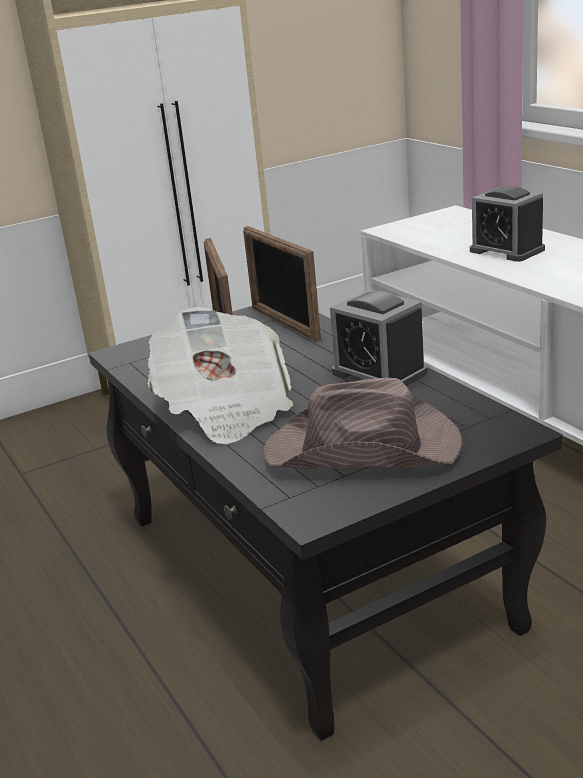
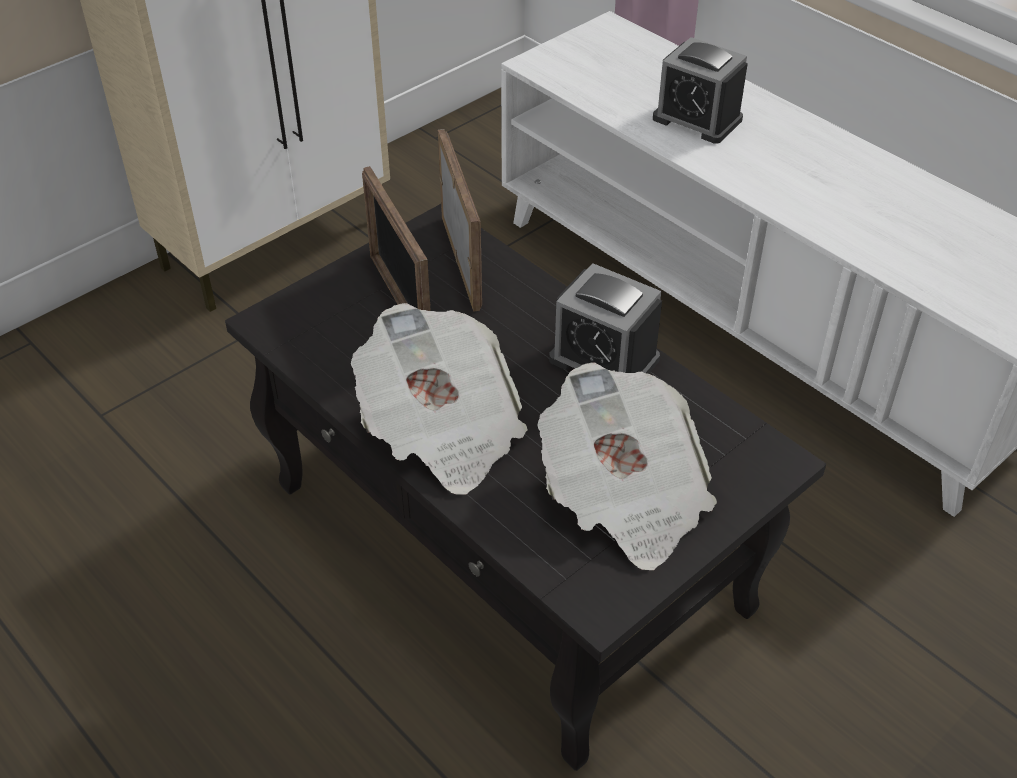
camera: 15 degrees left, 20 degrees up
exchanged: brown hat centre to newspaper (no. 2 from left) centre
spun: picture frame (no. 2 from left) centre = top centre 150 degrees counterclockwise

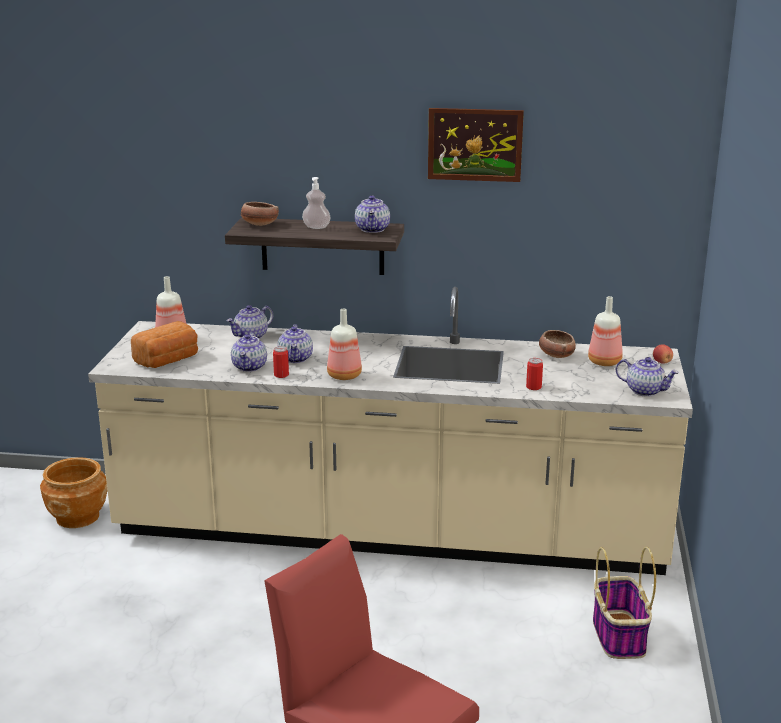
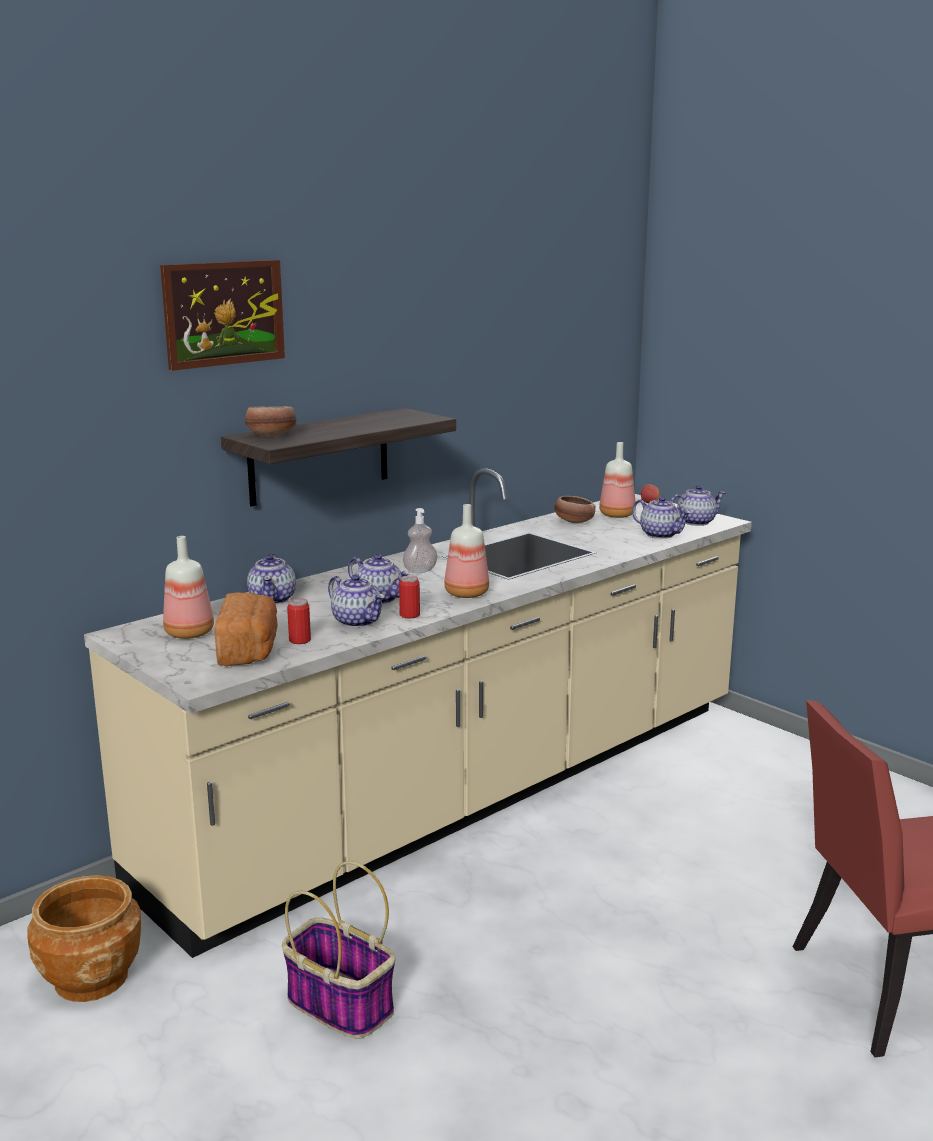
camera: 50 degrees left, 5 degrees down
relocated: soap dispenser top centre to centre; teapot (no. 4 from left) top centre to middle right; picture top centre to top left; can (no. 2 from left in the first image) middle right to can (no. 1 from left) middle left; basket bottom right to bottom centre

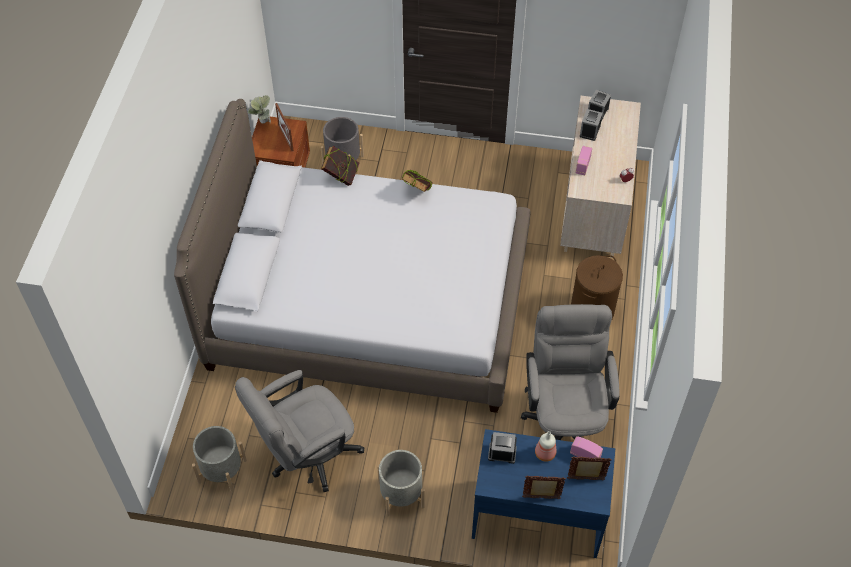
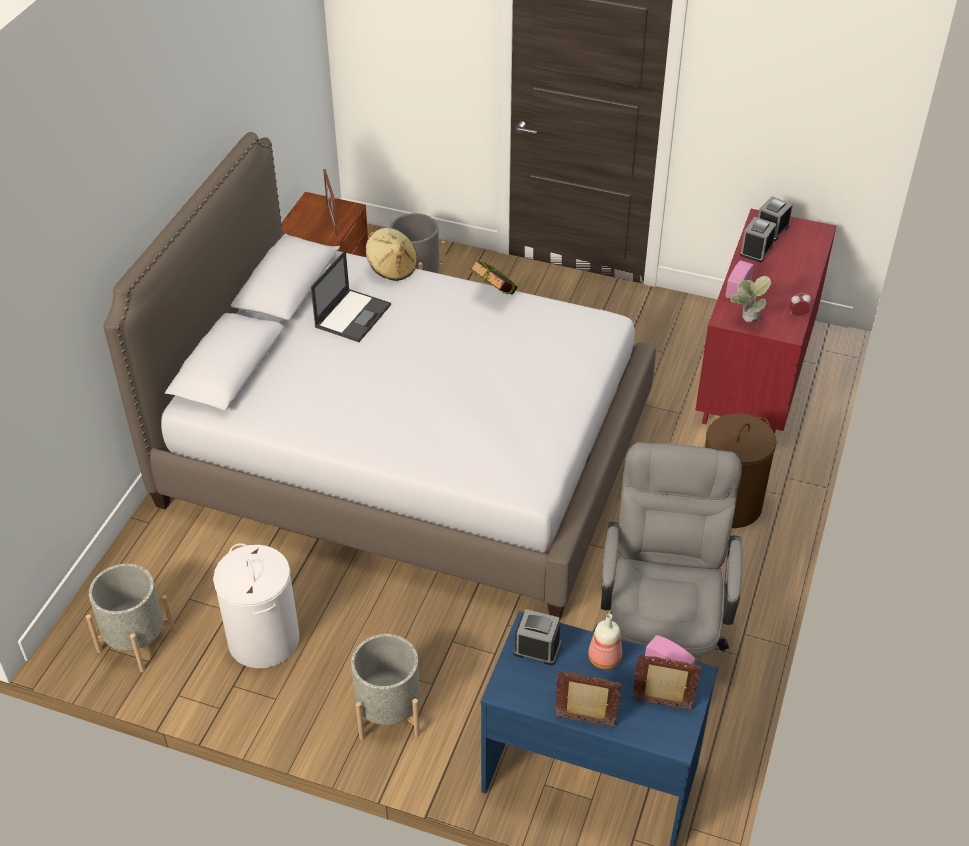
camera: 10 degrees right, 10 degrees down
appeared: laptop centre
relocated: potted plant top left to middle right
exchanged: grey office chair (no. 1 from left) bottom centre to white laundry basket bottom left; book (no. 1 from left) top centre to beige hat top centre
colour: beige dresser top right to red dresser middle right

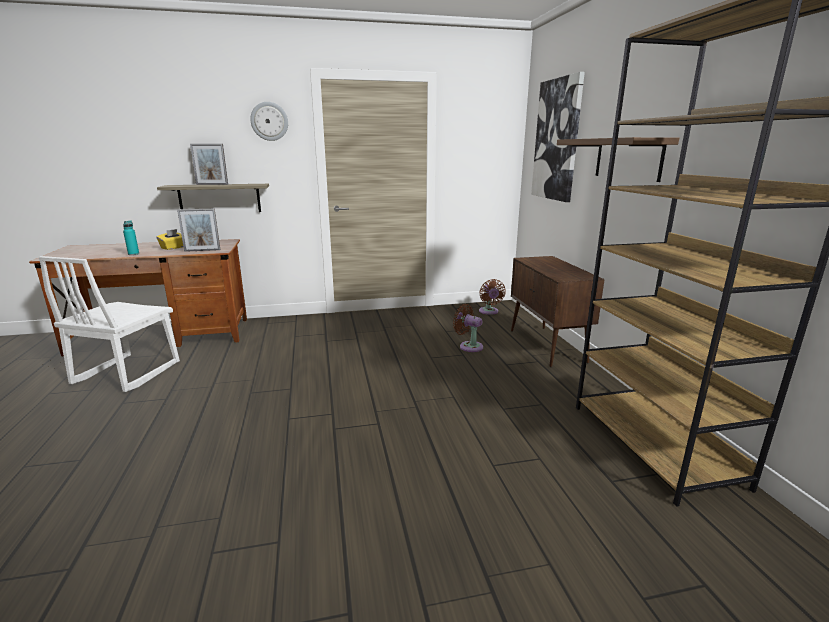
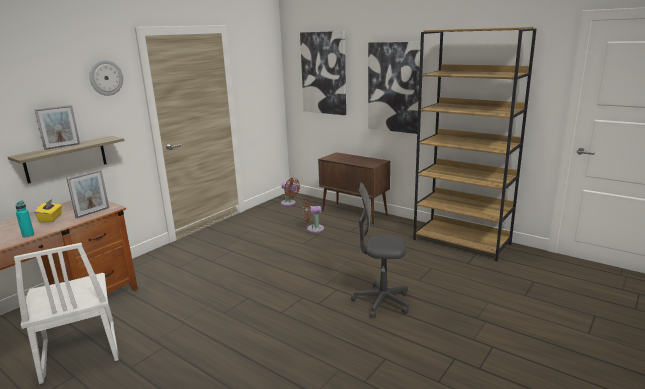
camera: 40 degrees left, 0 degrees up
appeared: grey office chair centre
exchanged: shelf (no. 2 from left) top right to picture (no. 2 from left) top centre

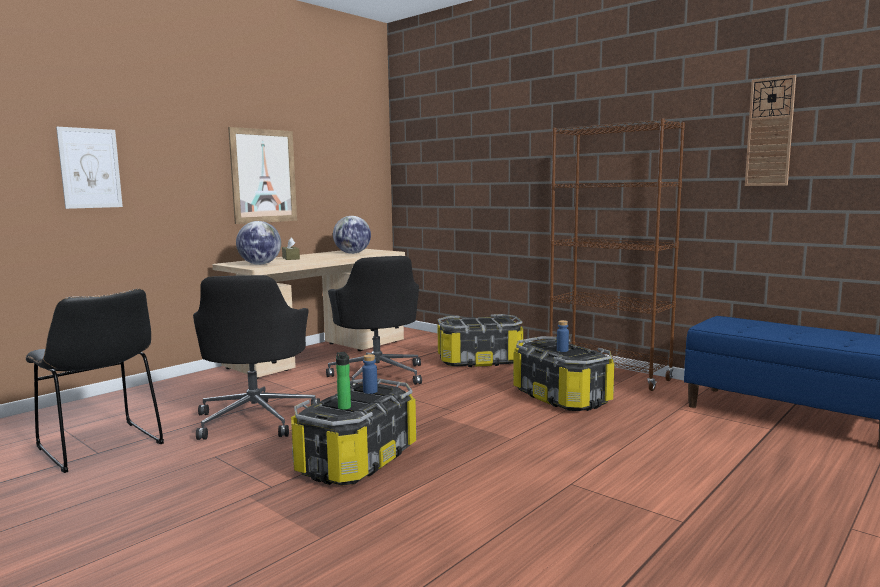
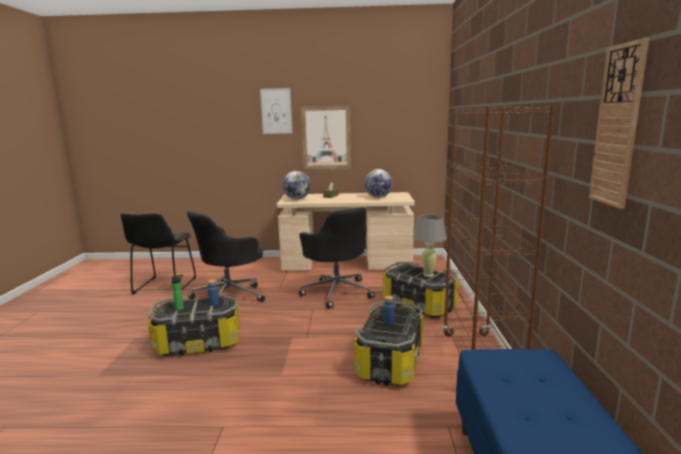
camera: 50 degrees right, 5 degrees up
appeared: grey table lamp centre
relocated: picture (no. 1 from left) top left to top centre
spun: black office chair (no. 2 from left) centre = centre 60 degrees counterclockwise

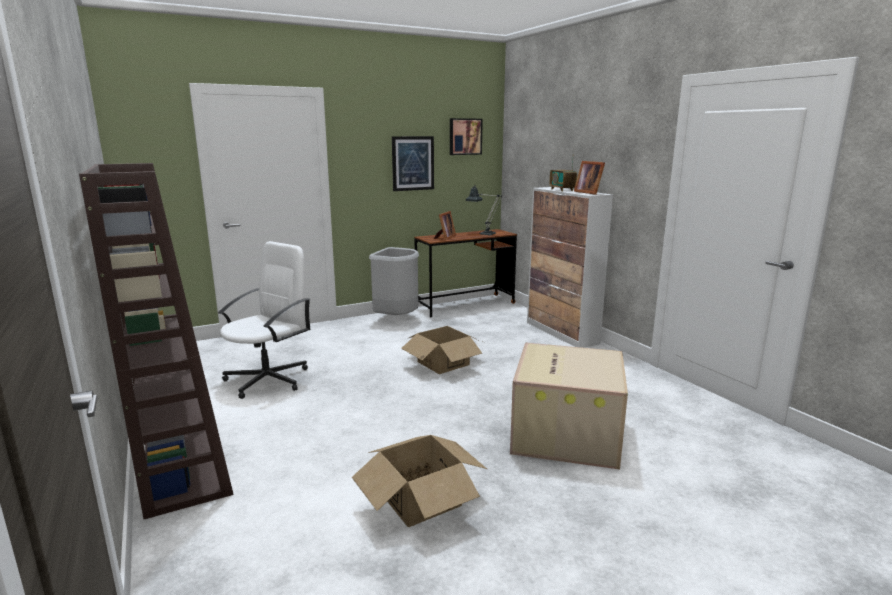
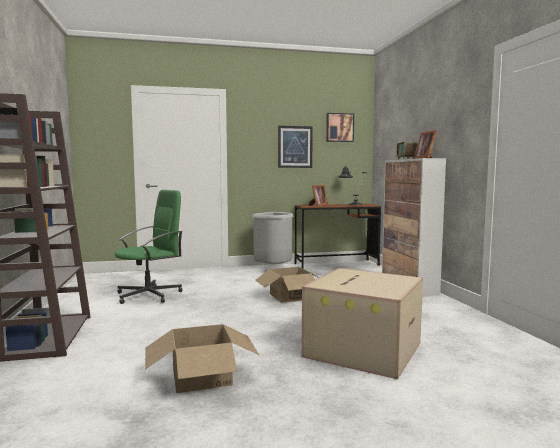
camera: 15 degrees right, 10 degrees down
colour: white office chair middle left to green office chair middle left

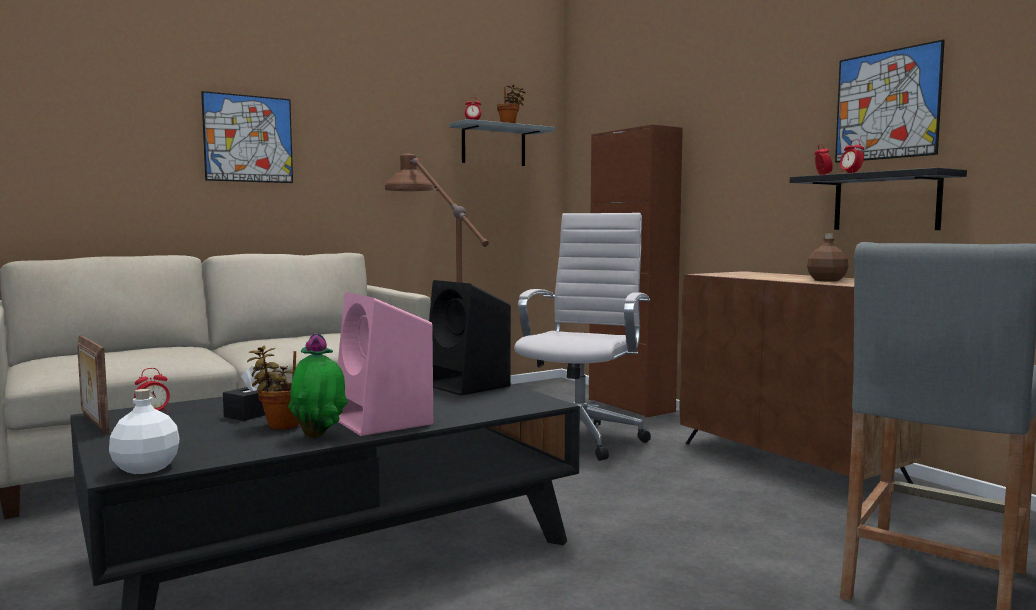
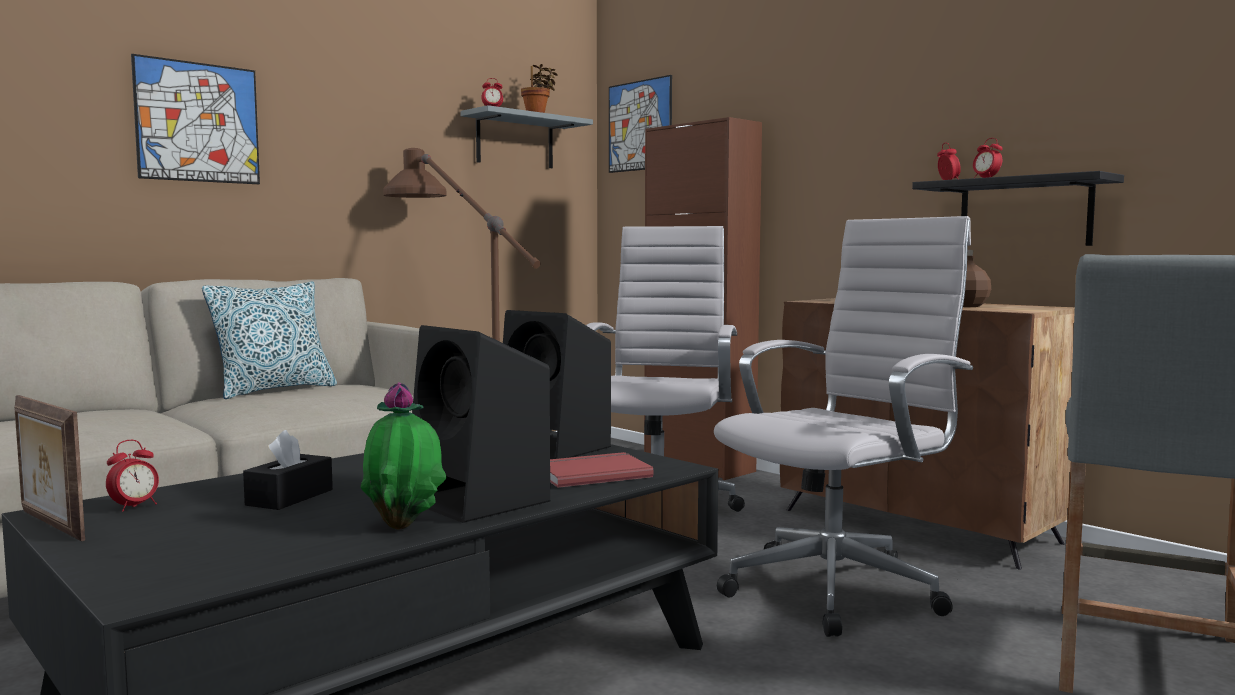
camera: 10 degrees left, 0 degrees up
missing: white bottle bottom left; potted plant (no. 1 from left) middle left
appeared: pillow middle left; red book bottom centre; white office chair (no. 2 from left) middle right
relocated: picture (no. 2 from left) top right to top centre
colour: pink speaker centre to black speaker (no. 1 from left) centre

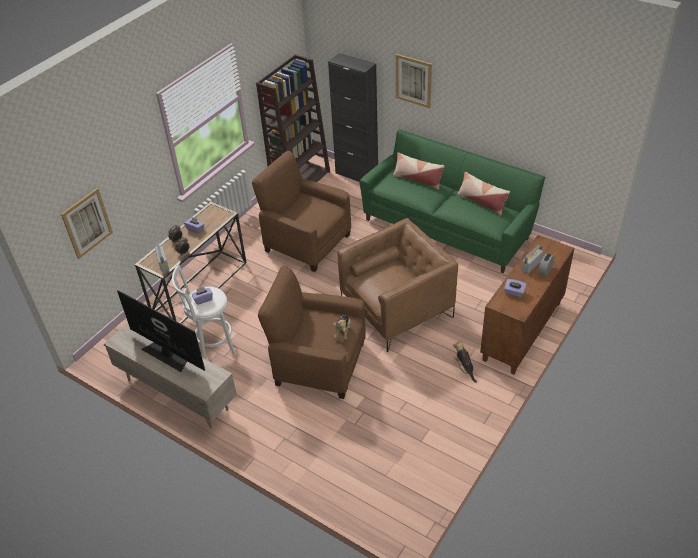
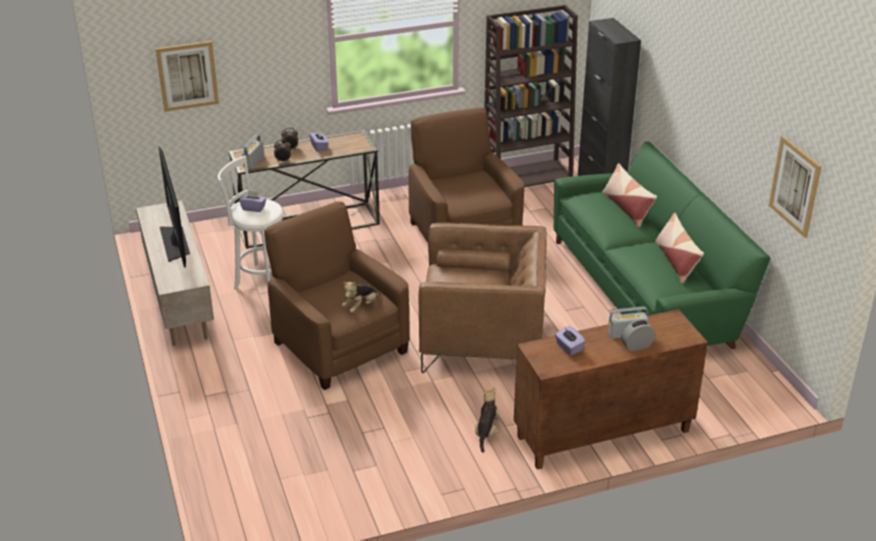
camera: 35 degrees right, 10 degrees down
relocated: picture (no. 2 from left) top centre to middle right

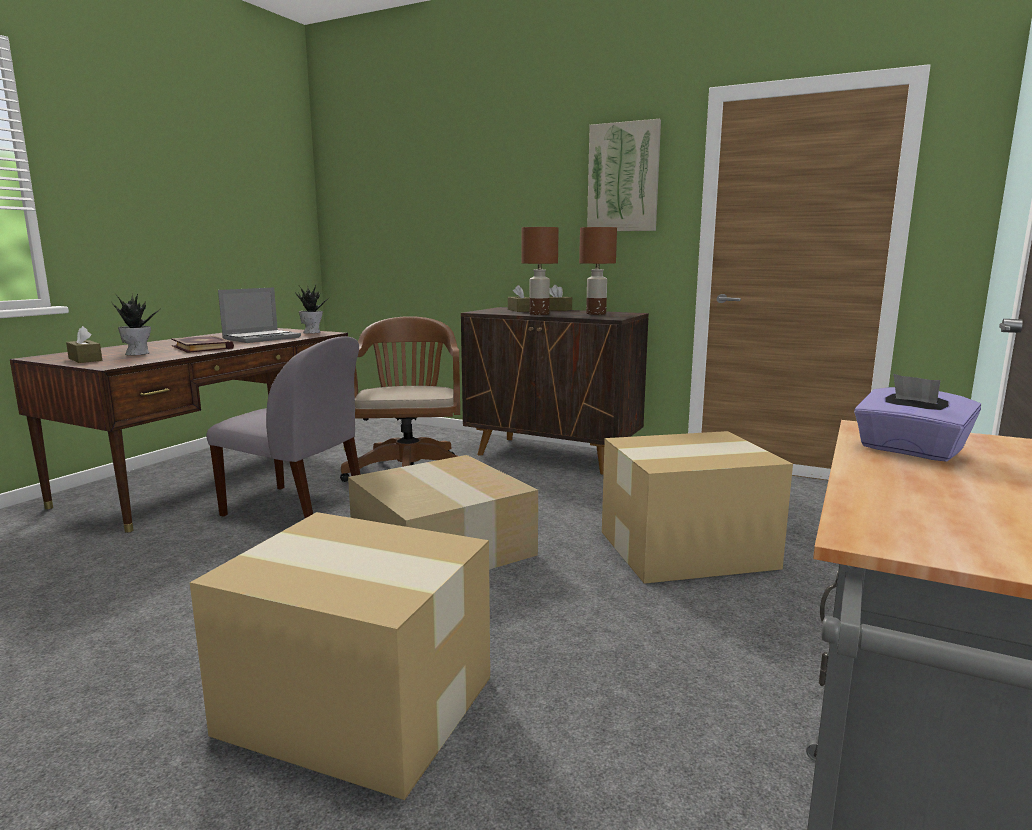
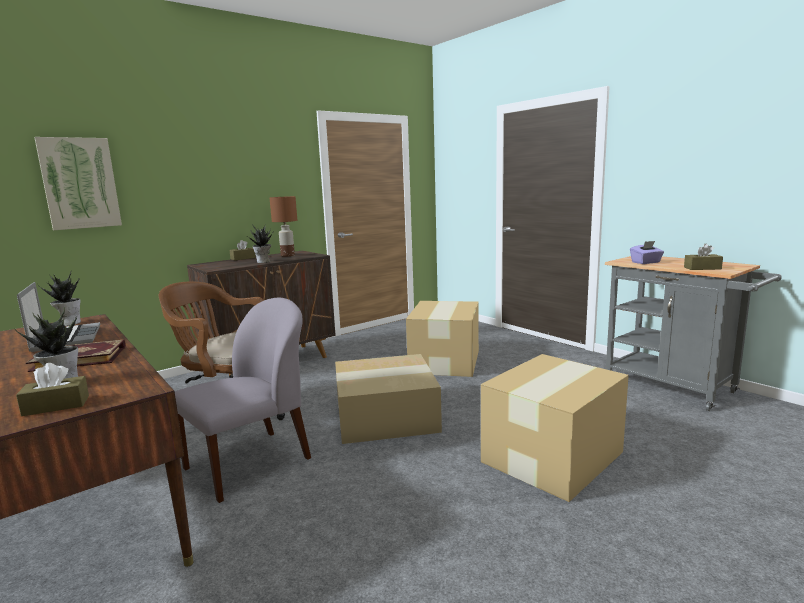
camera: 65 degrees left, 0 degrees up
relocated: brown tissue box (no. 2 from left in the first image) centre to brown tissue box (no. 3 from left) middle right; picture top centre to top left
exchanged: brown table lamp (no. 1 from left) top centre to potted plant (no. 3 from left) middle left

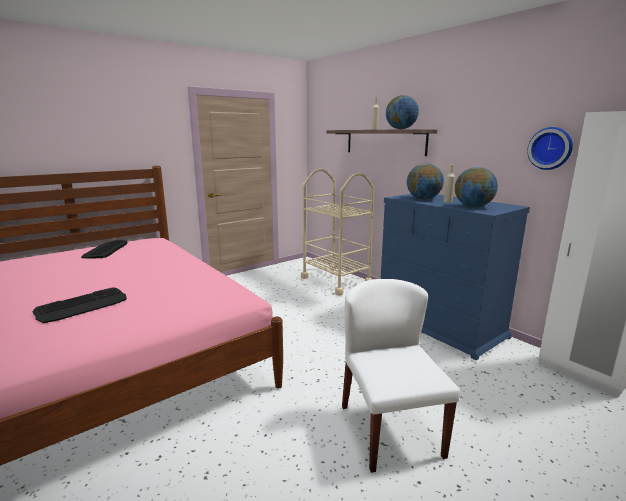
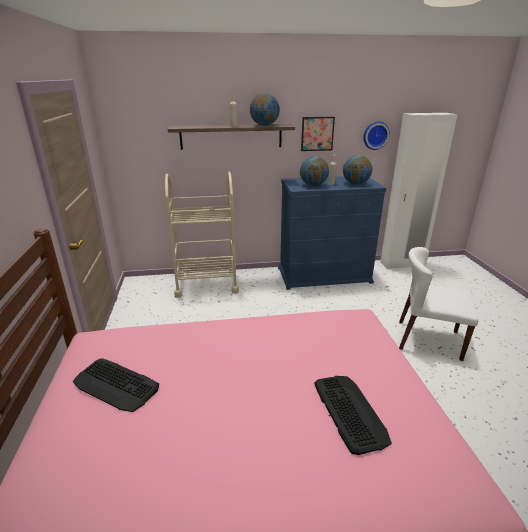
camera: 60 degrees left, 10 degrees up
appeared: picture top centre

